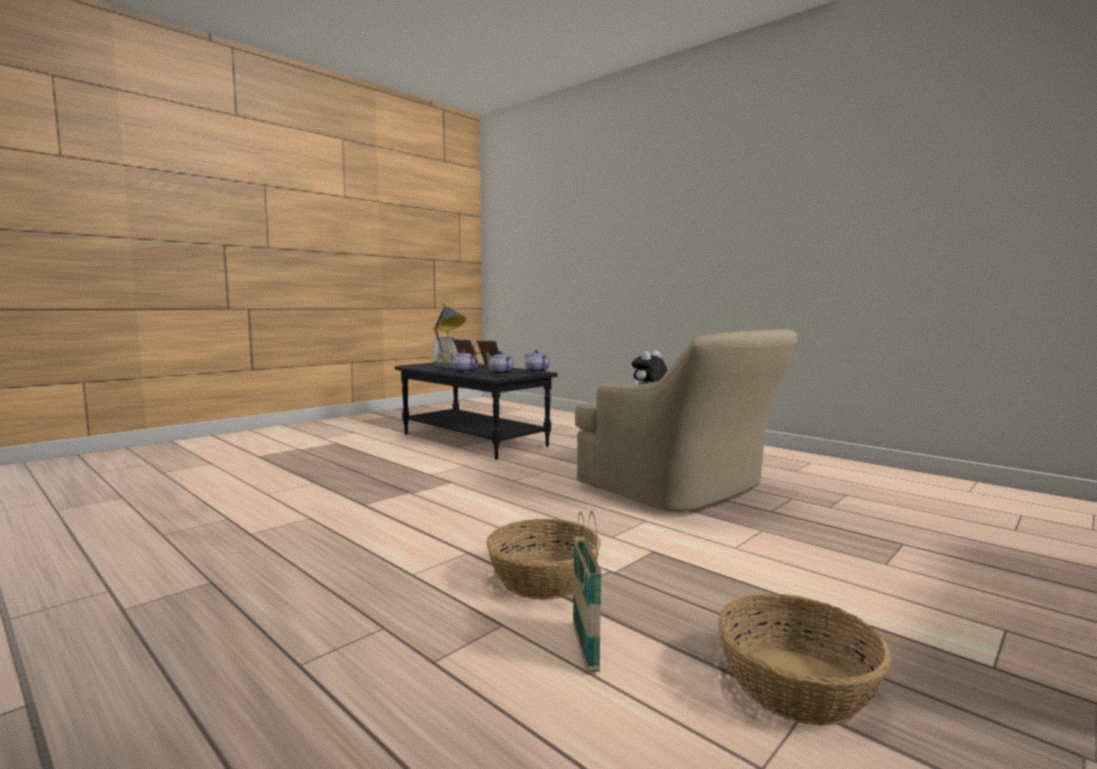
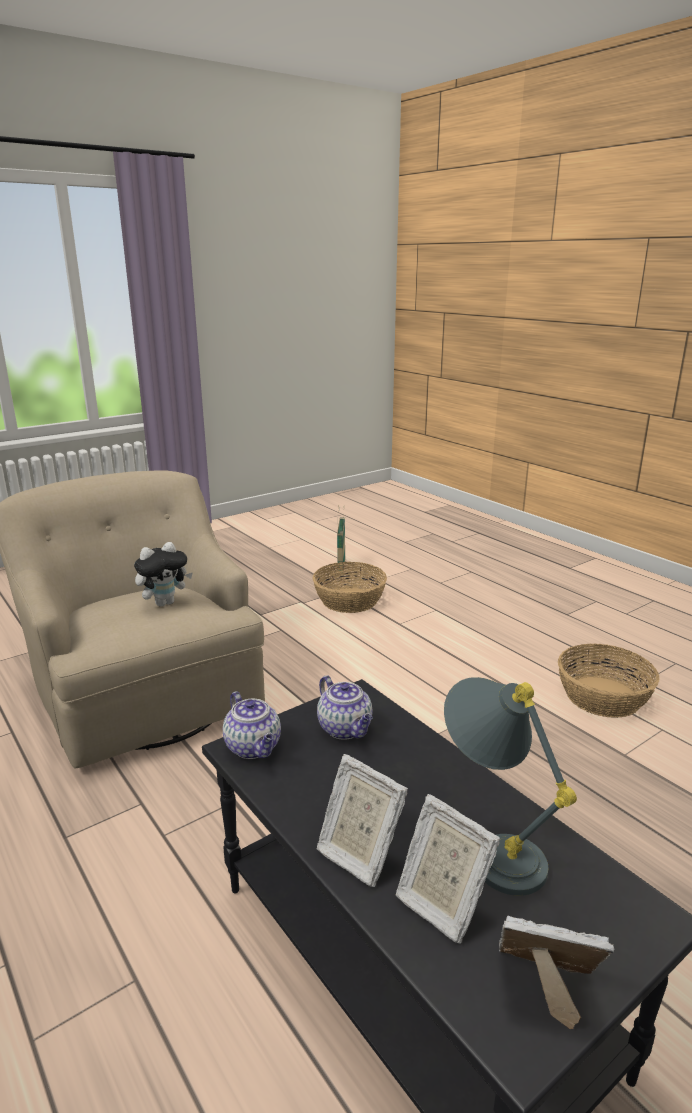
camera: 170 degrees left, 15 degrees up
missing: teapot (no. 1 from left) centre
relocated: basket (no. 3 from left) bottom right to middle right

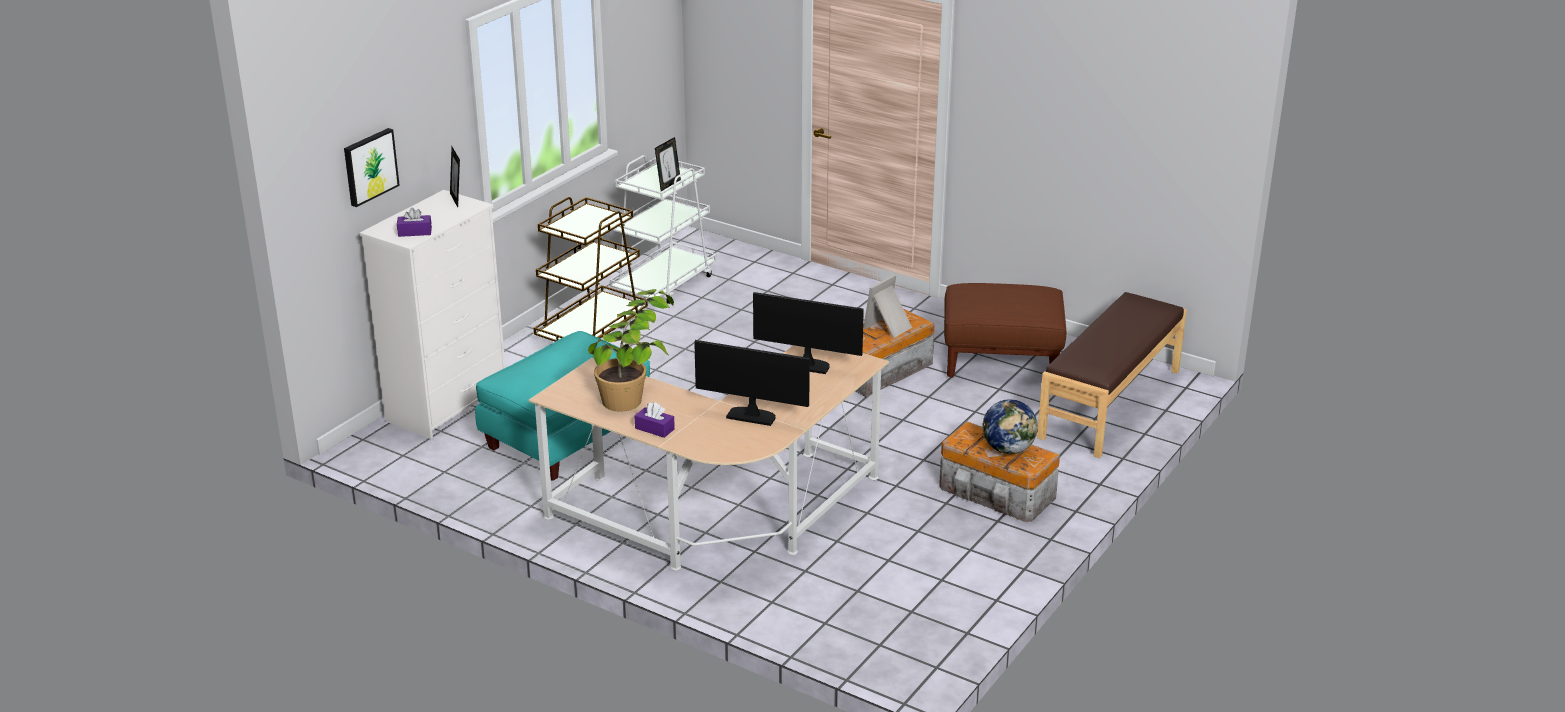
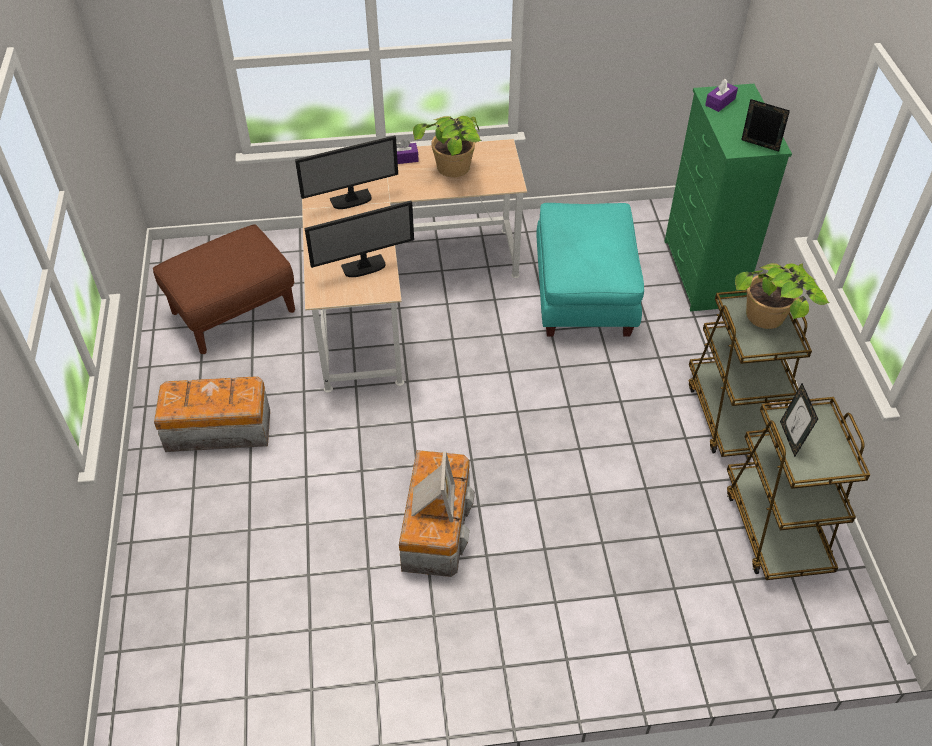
camera: 140 degrees right, 20 degrees up
missing: picture top left; globe centre; brown bench middle right
appeared: potted plant (no. 2 from left) middle right
relocated: brown ottoman centre to middle left
colour: white dresser middle left to green dresser top right; white cart top centre to brown cart (no. 2 from left) middle right

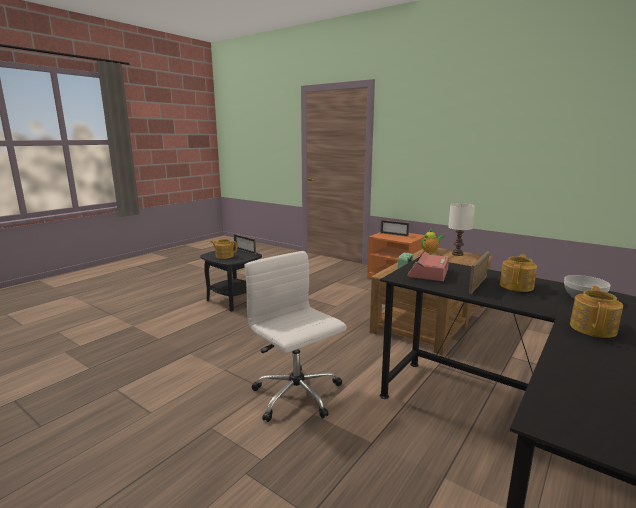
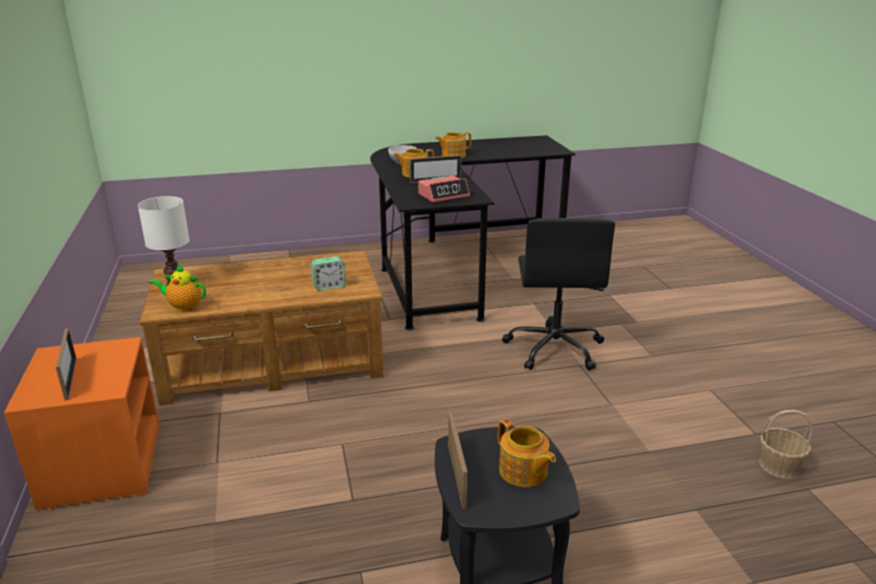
camera: 140 degrees left, 10 degrees up
appeared: basket bottom right
colour: white office chair centre to black office chair centre

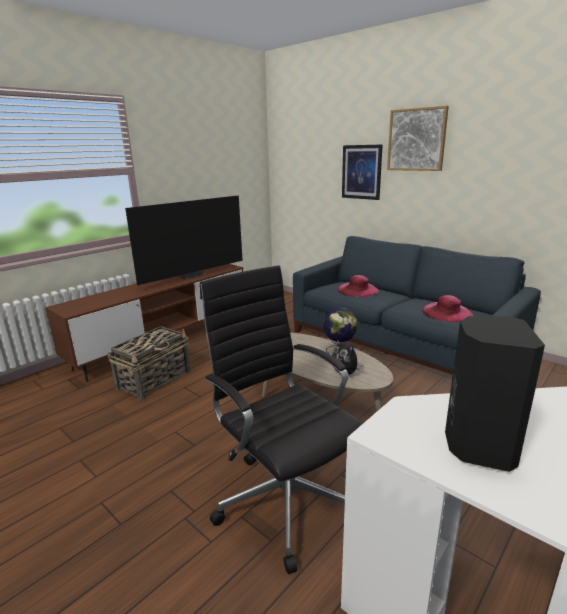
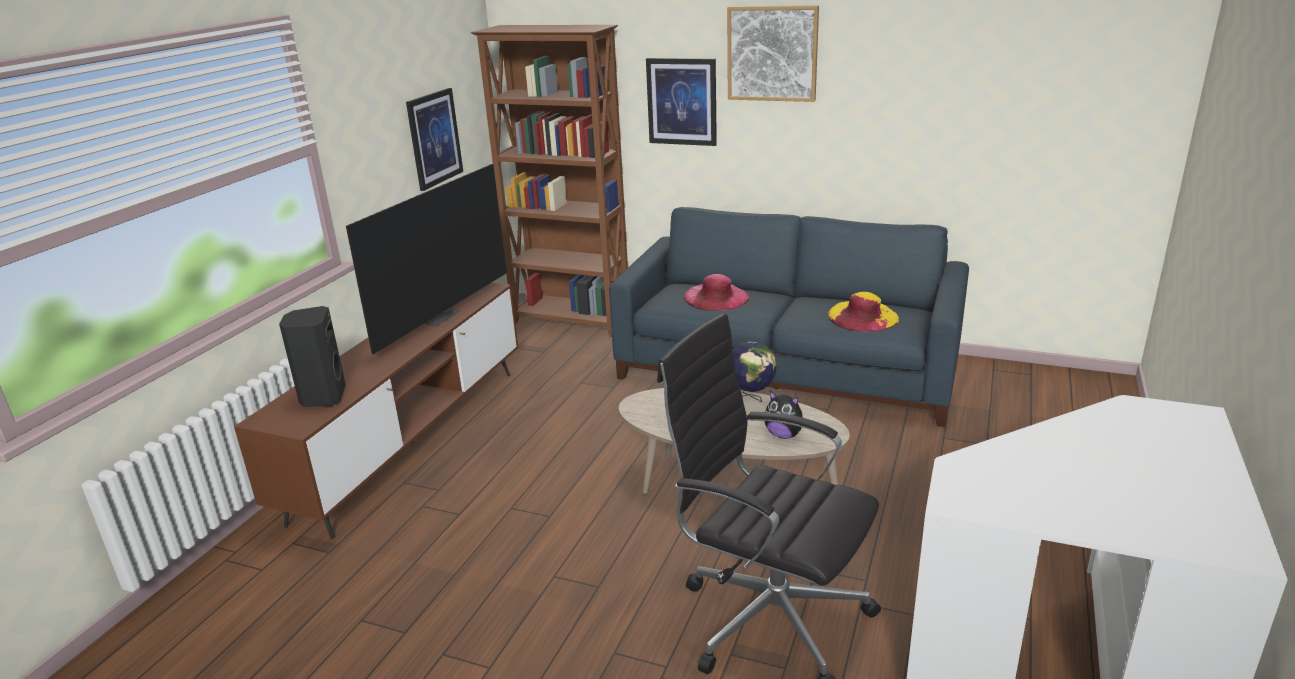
camera: 20 degrees left, 5 degrees up
missing: basket middle left
appeared: picture (no. 1 from left) top centre; brown bookcase top centre
relocated: black speaker middle right to middle left
colour: pink hat (no. 2 from left) middle right to yellow hat centre

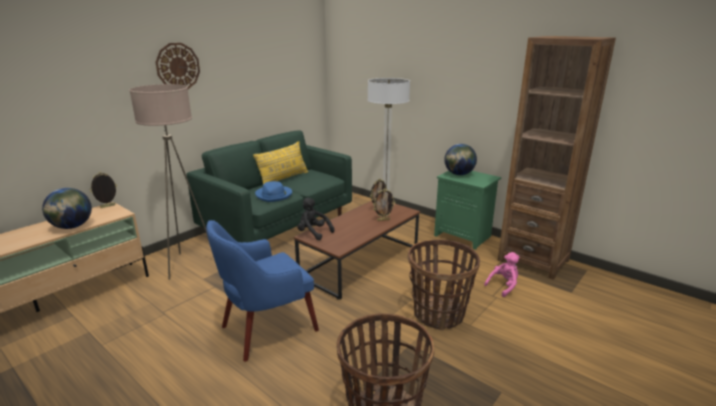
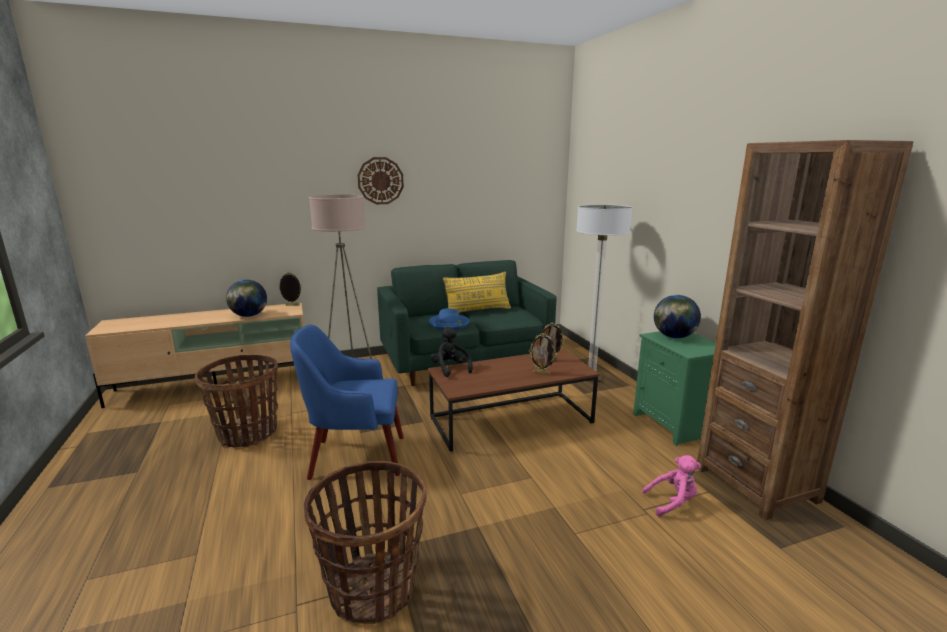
camera: 30 degrees right, 5 degrees down
relocated: basket (no. 2 from left in the first image) bottom centre to basket (no. 1 from left) middle left

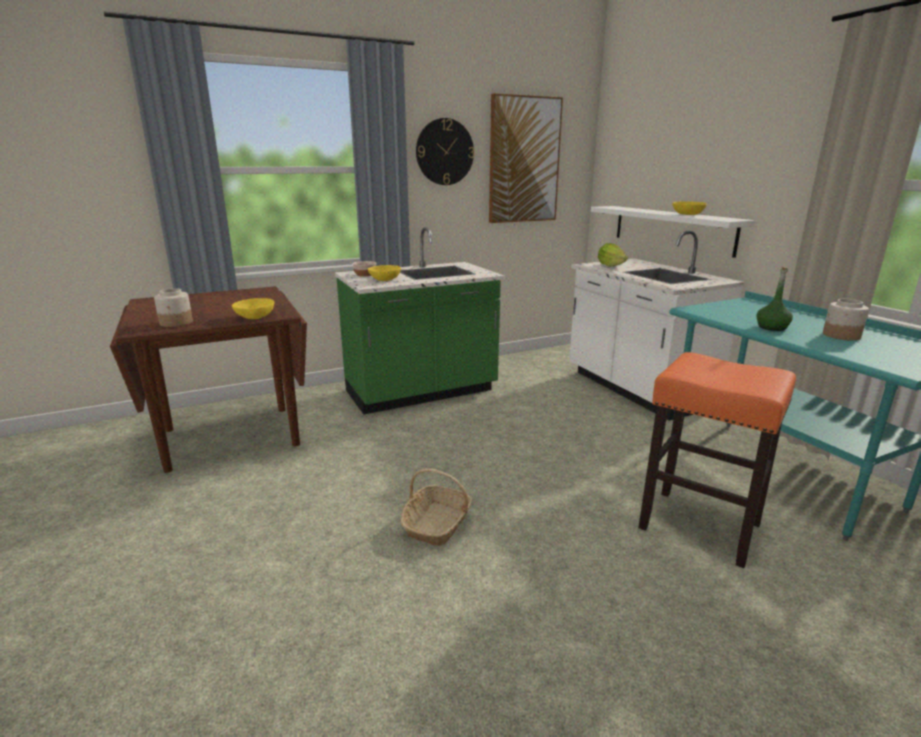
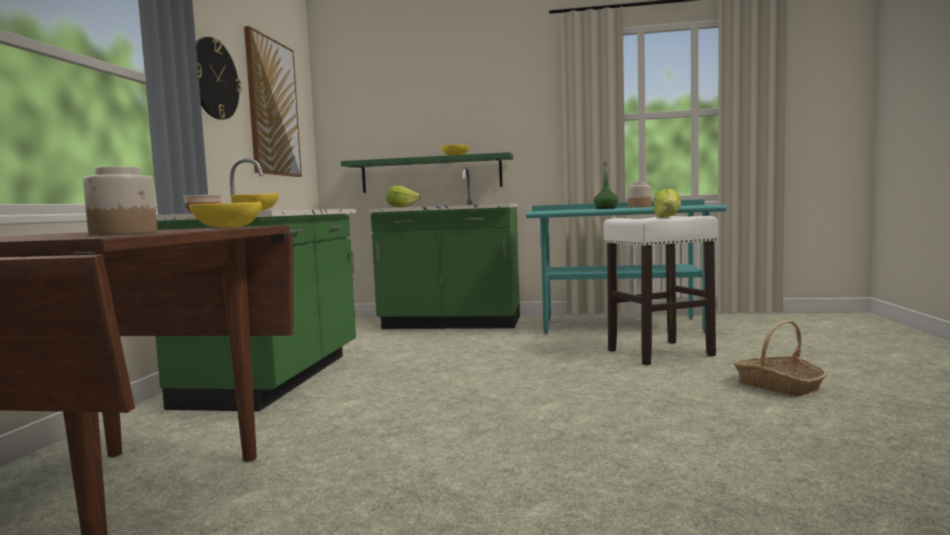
camera: 55 degrees left, 15 degrees down
appeared: lettuce (no. 2 from left) middle right
relocated: basket bottom centre to bottom right
colour: white counter middle right to green counter (no. 2 from left) centre; white shelf top right to green shelf top centre; orange stool middle right to white stool middle right

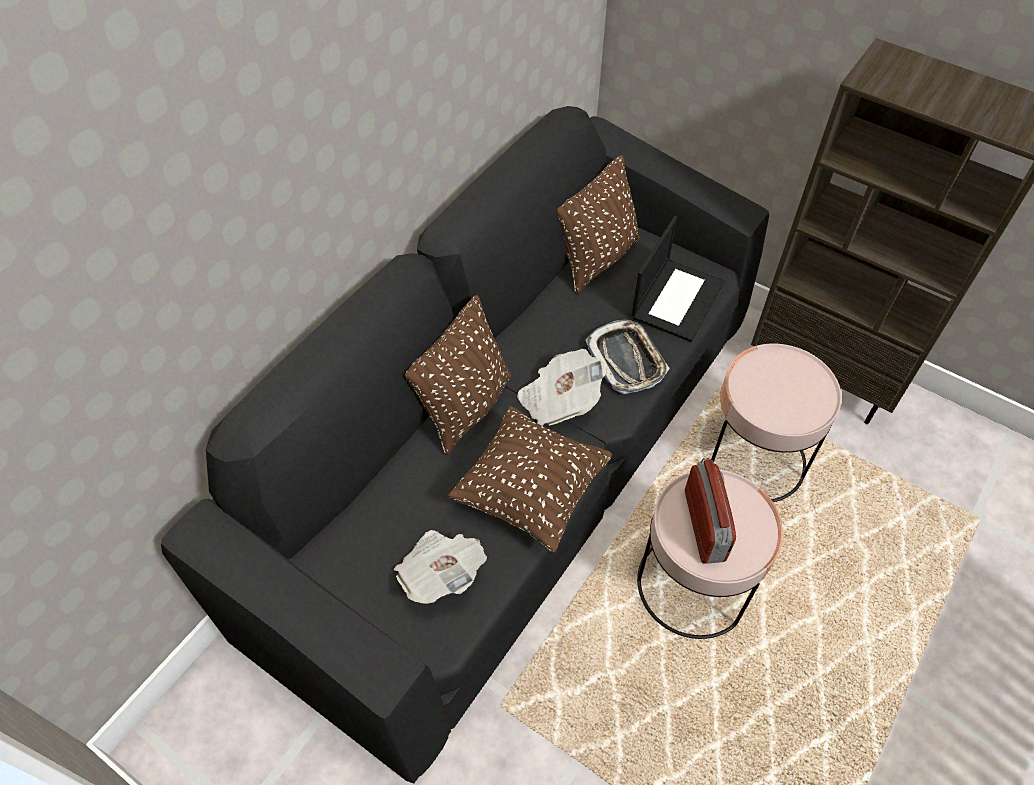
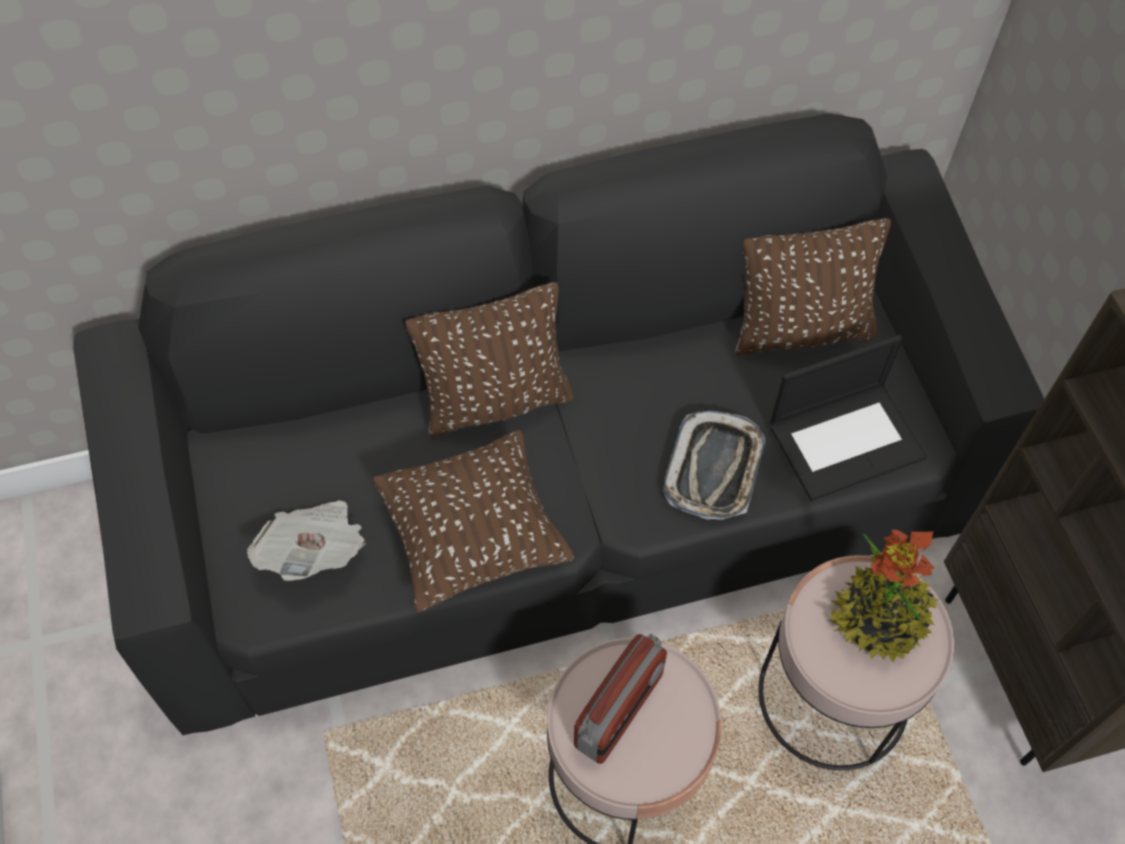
camera: 40 degrees right, 5 degrees up
missing: newspaper (no. 2 from left) centre
appeared: potted plant bottom right

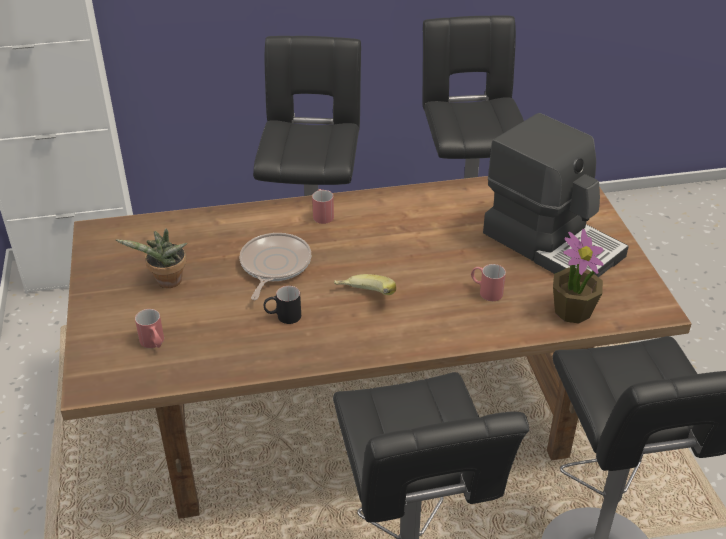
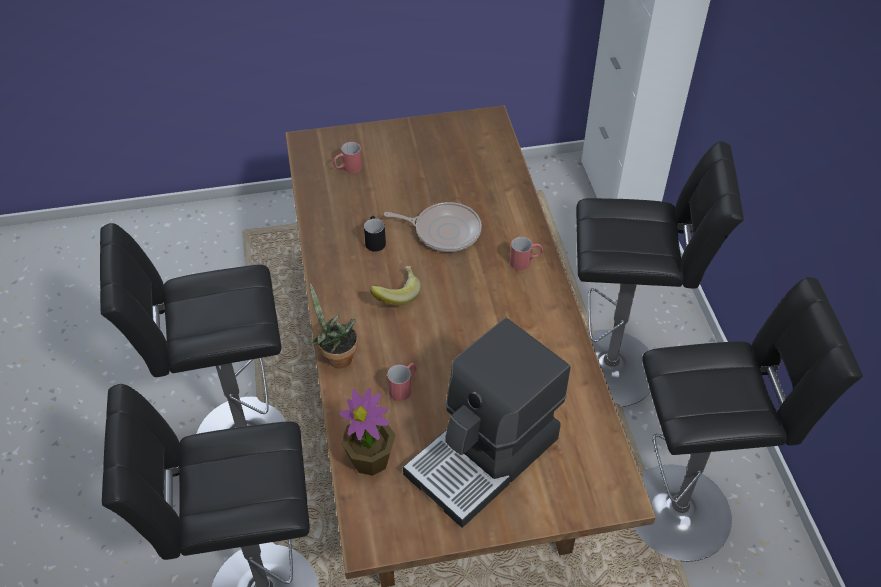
camera: 90 degrees right, 10 degrees up
relocated: potted plant (no. 1 from left) middle left to centre

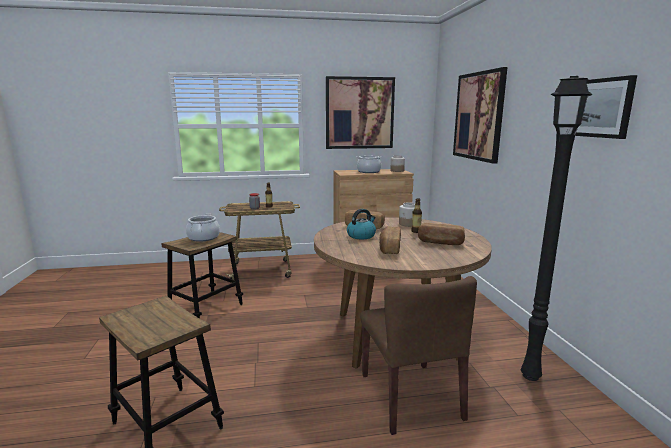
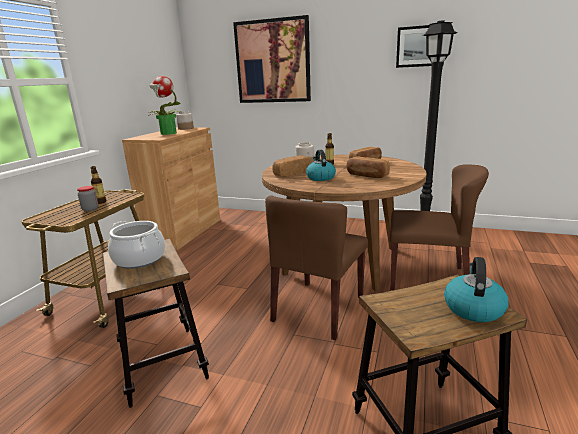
camera: 60 degrees left, 5 degrees up
missing: picture (no. 1 from left) top centre
appeared: brown chair (no. 1 from left) centre; kettle (no. 2 from left) middle right
exchanged: cooking pot (no. 2 from left) centre to potted plant top left

